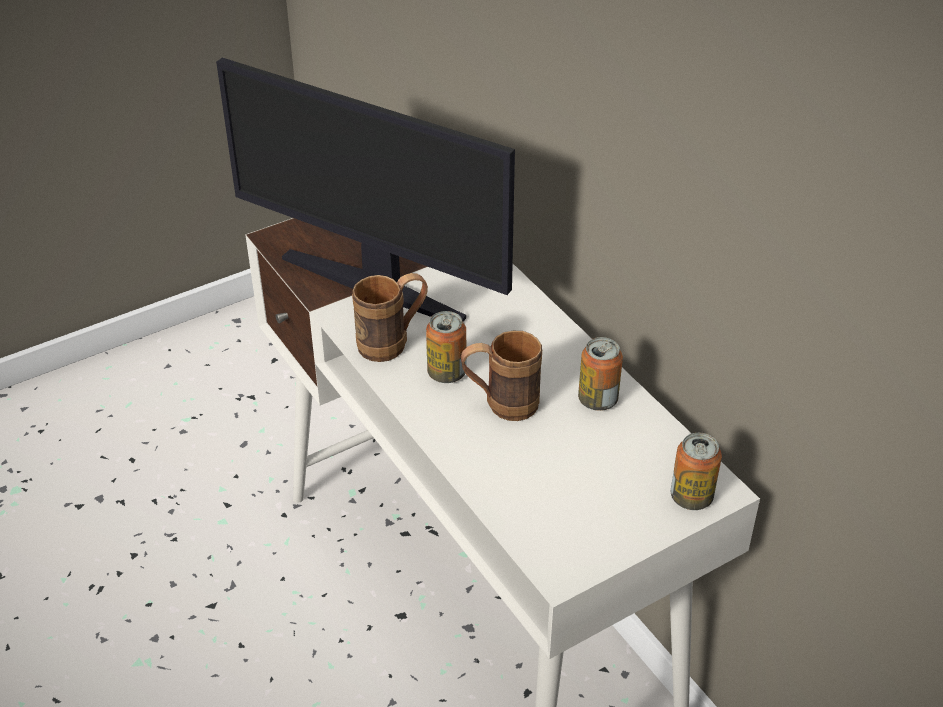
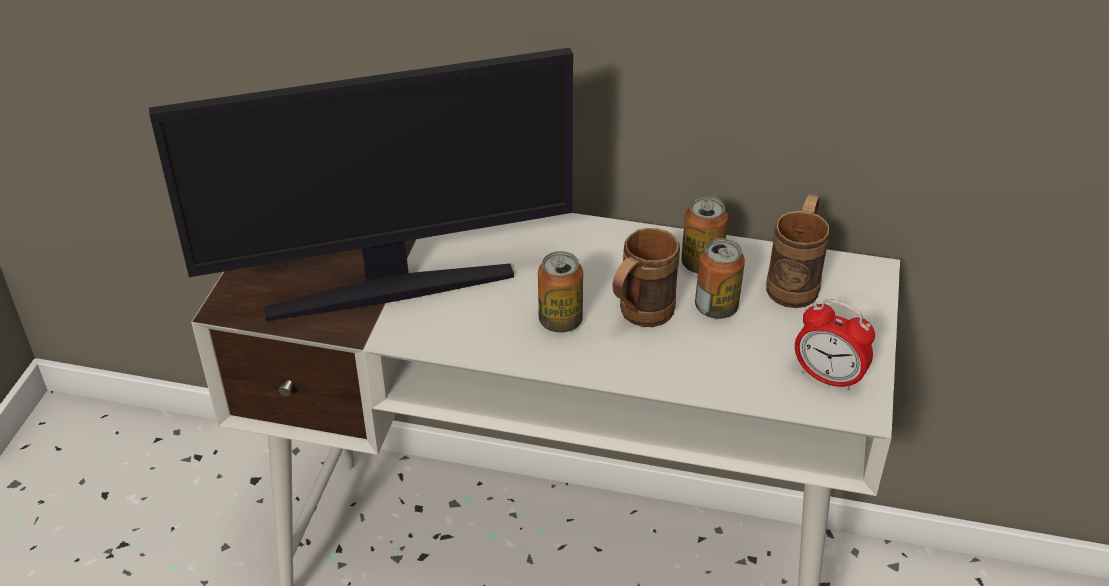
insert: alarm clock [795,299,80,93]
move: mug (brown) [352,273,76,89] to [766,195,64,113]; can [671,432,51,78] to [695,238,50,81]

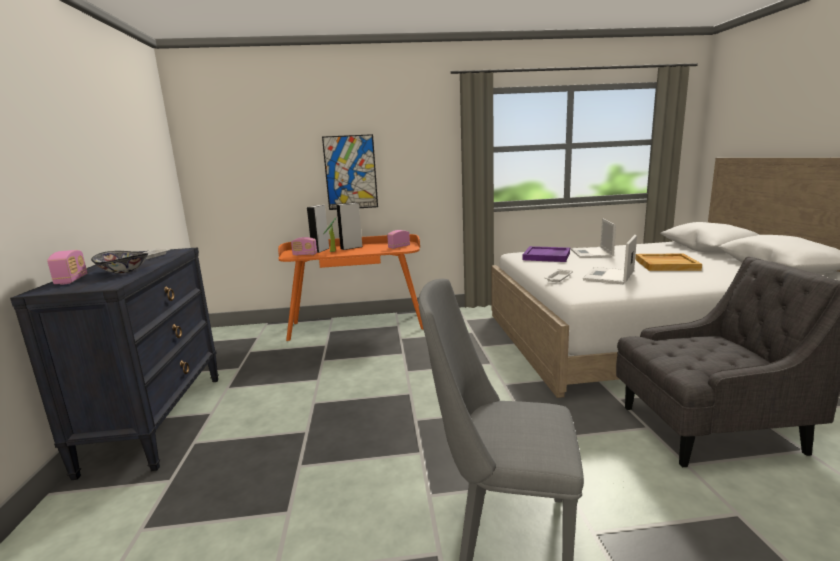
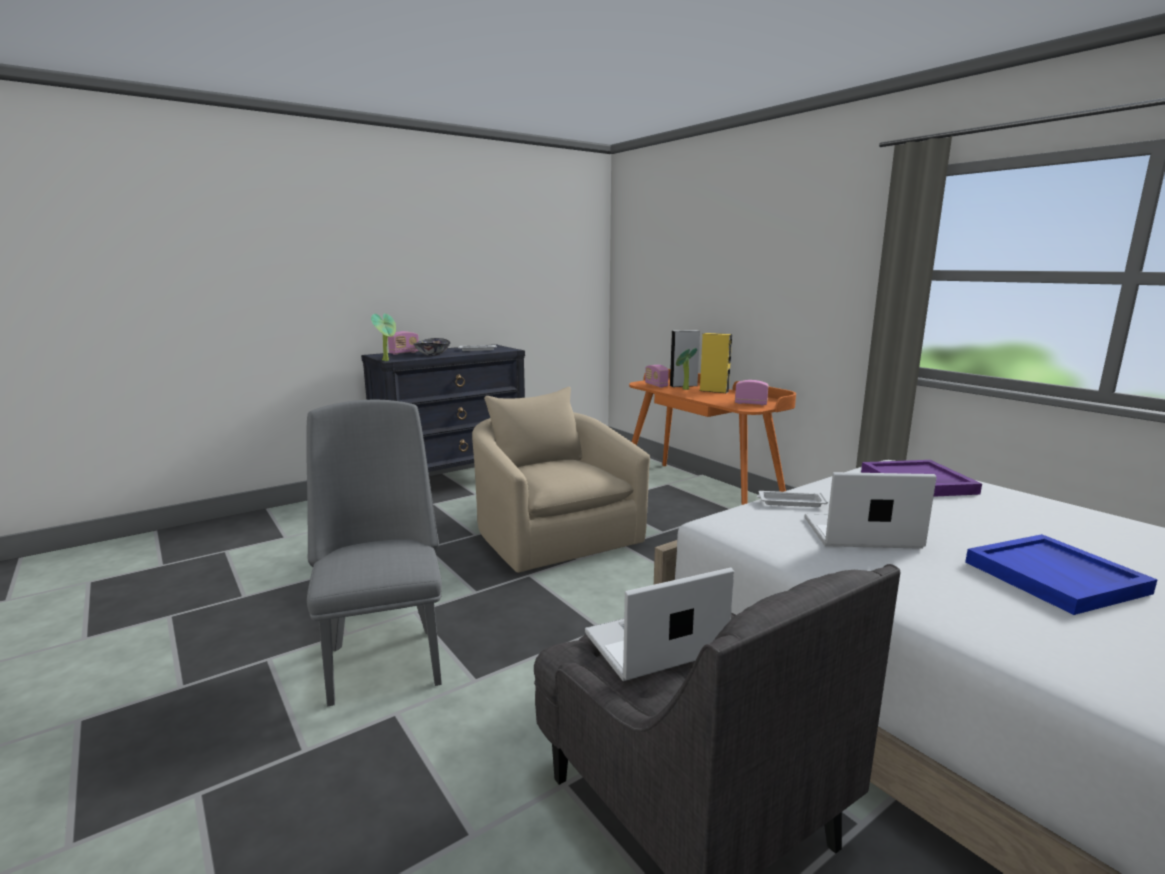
delete: picture [322,134,56,76]
insert: potted plant [371,313,25,48]; armchair (beige) [472,387,178,186]
move: laptop [571,218,45,40] to [585,567,149,114]
recolor: speaker (grey) [336,203,26,47] to speaker (yellow) [700,333,32,60]; tray (beige) [635,253,67,18] to tray (blue) [965,534,193,81]

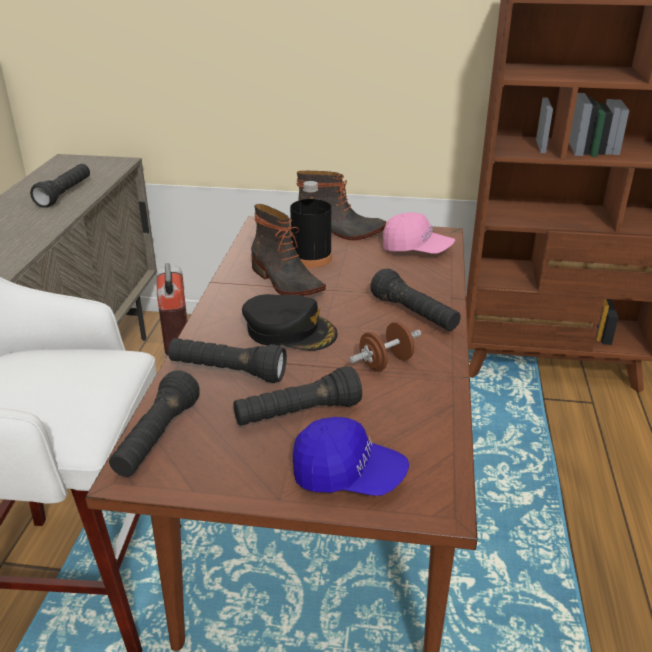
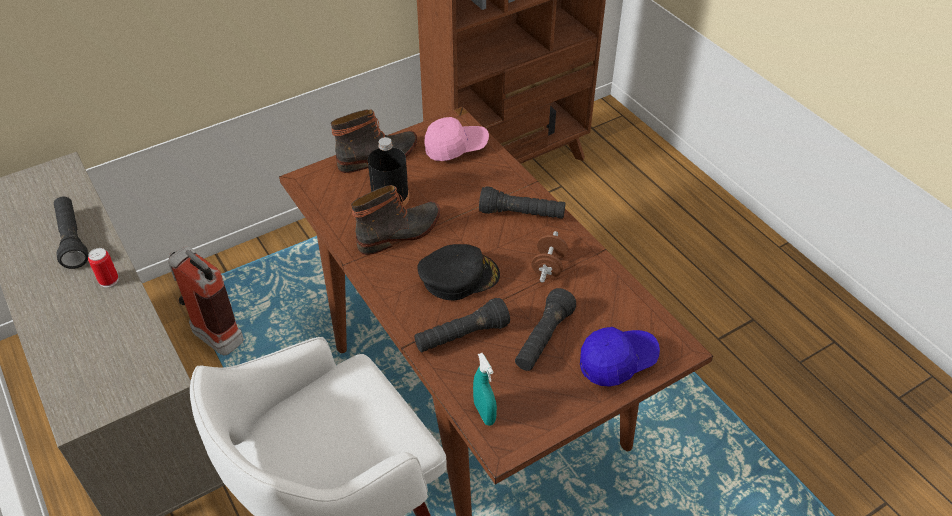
insert: can [88,248,31,40]
replace: flashlight (black) [109,370,91,107] to spray bottle (turquoise) [473,353,24,73]
rotate: boot [251,204,75,92] = [351,185,89,70] 45 degrees counterclockwise

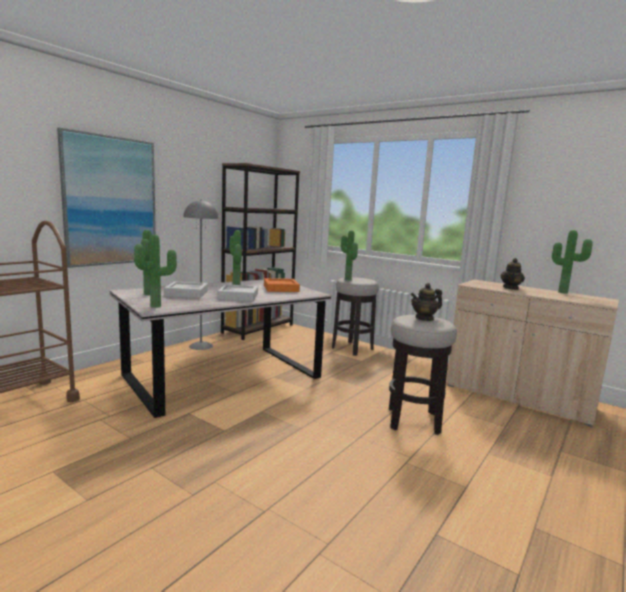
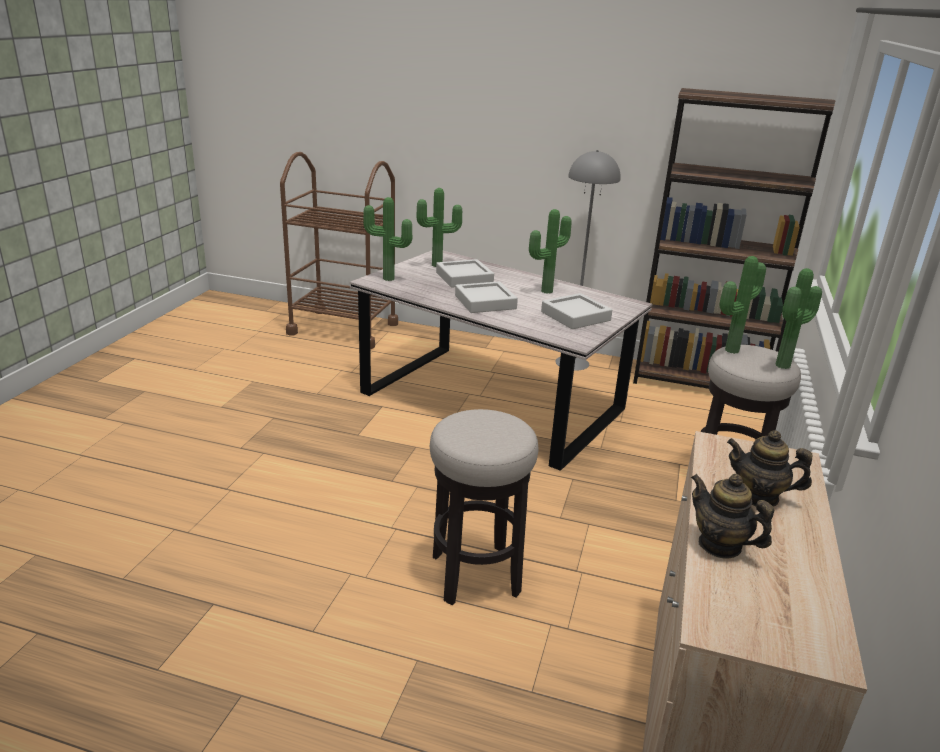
delete: picture [57,127,99,141]
move: potted plant [552,230,41,64] to [775,268,47,101]; teapot [410,283,32,38] to [691,474,83,84]
recolor: tray (orange) [264,278,36,14] to tray (grey) [541,293,71,36]

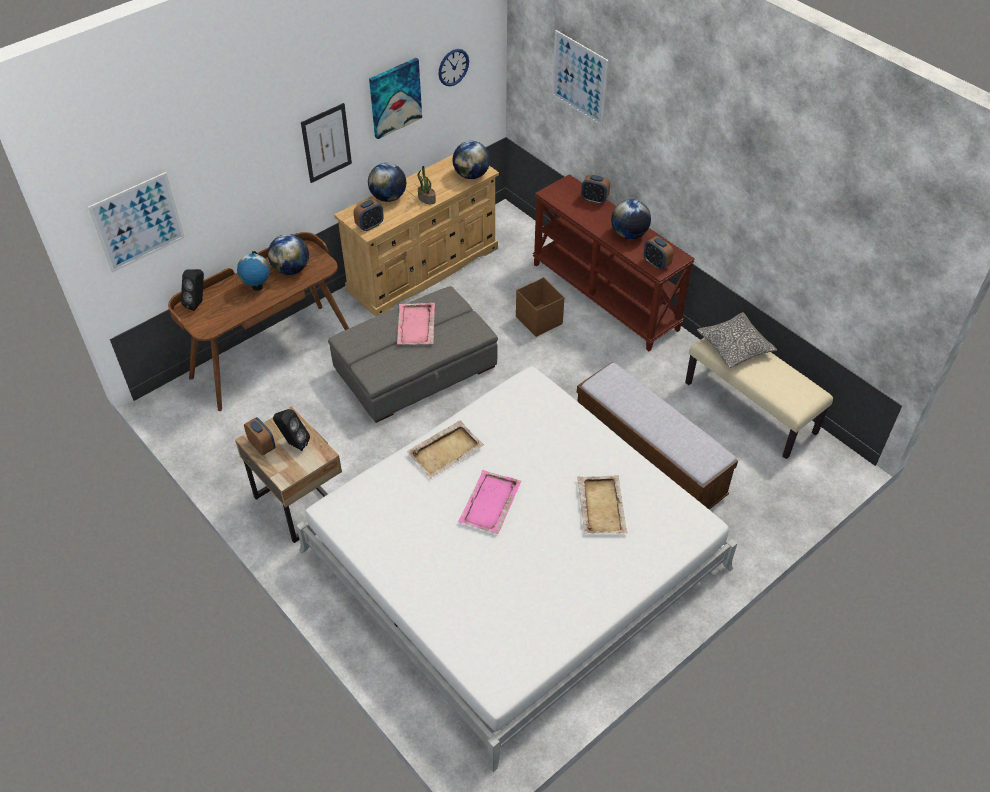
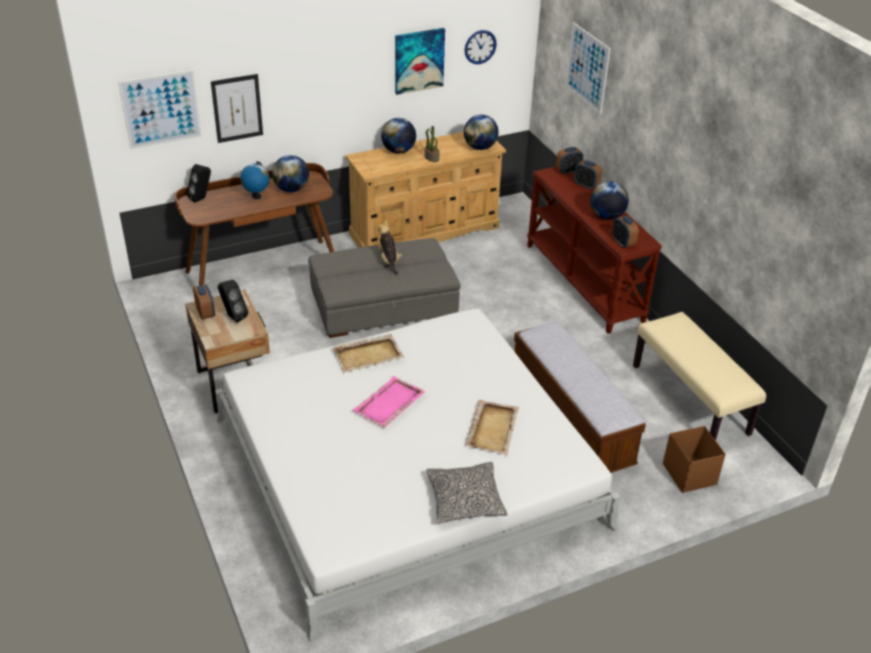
move: picture [301,103,51,80] to [211,74,52,69]; alarm clock [354,199,30,32] to [556,147,28,28]; storage box (brown) [516,277,49,60] to [663,426,63,67]; pillow [697,312,80,56] to [426,462,82,61]
replace: tray (pink) [397,303,38,42] to plush toy [377,220,25,55]

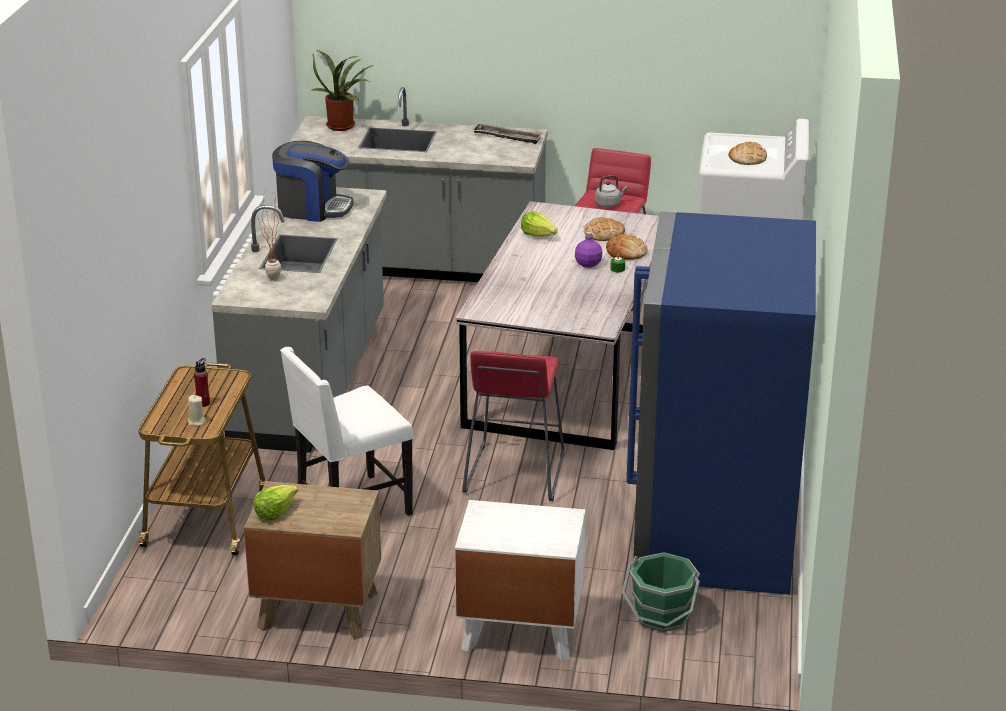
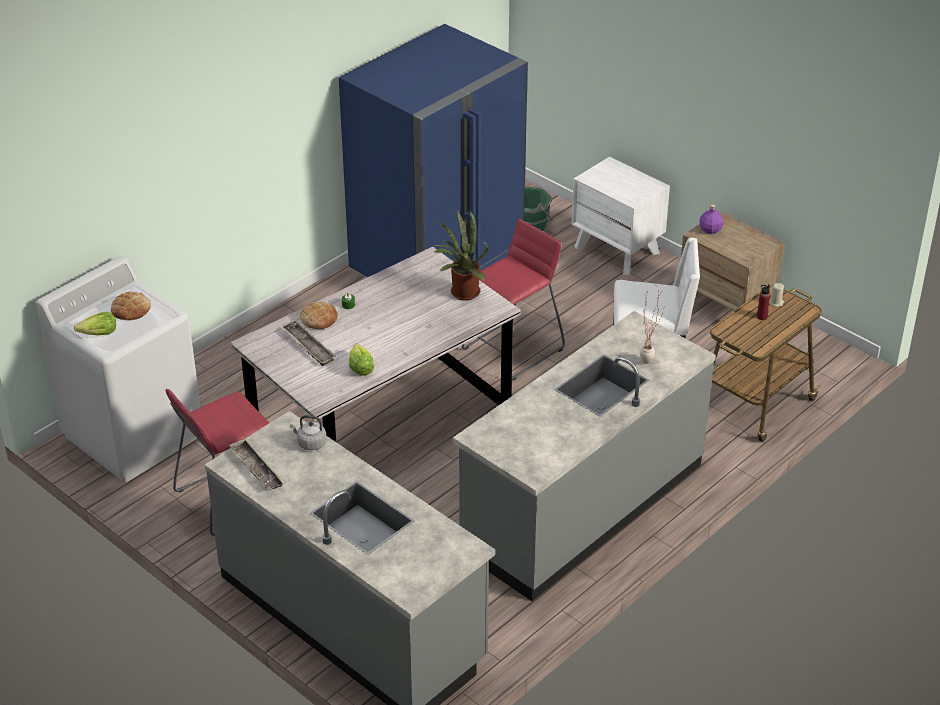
delete: coffee machine [272,141,82,81]
move: potted plant [312,50,62,81] to [433,211,56,90]; kettle (grey) [595,175,33,32] to [290,415,36,35]; bottle (purple) [575,231,27,37] to [699,204,24,30]; lettuce [253,485,45,35] to [74,312,42,23]
replace: bread [584,217,41,24] to tray [281,320,55,46]

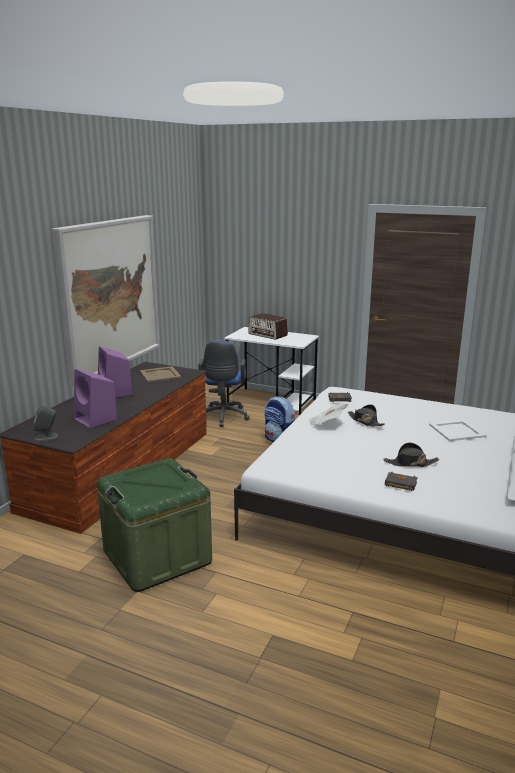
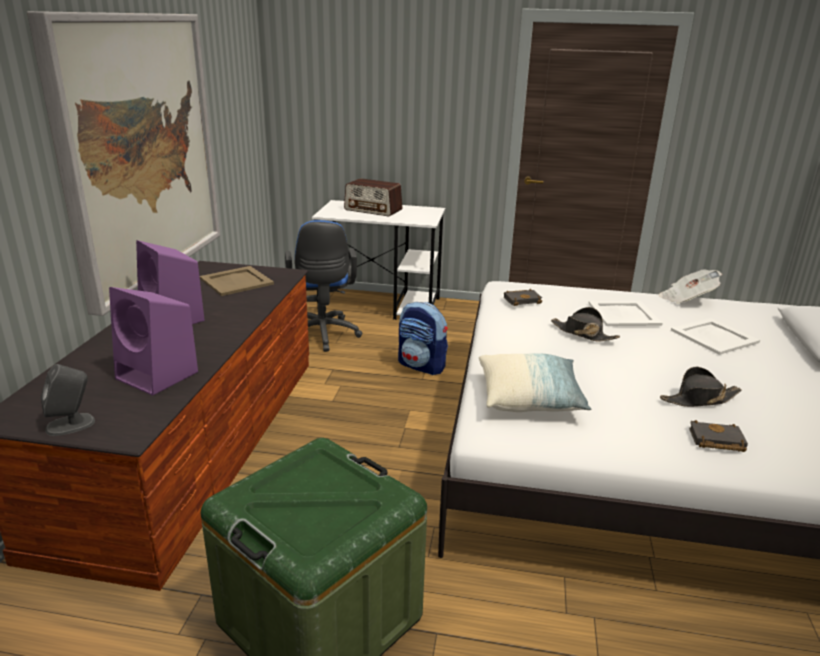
insert: tray (white) [588,301,75,25]; pillow [479,353,112,59]
move: newspaper [309,403,40,23] to [659,269,63,35]

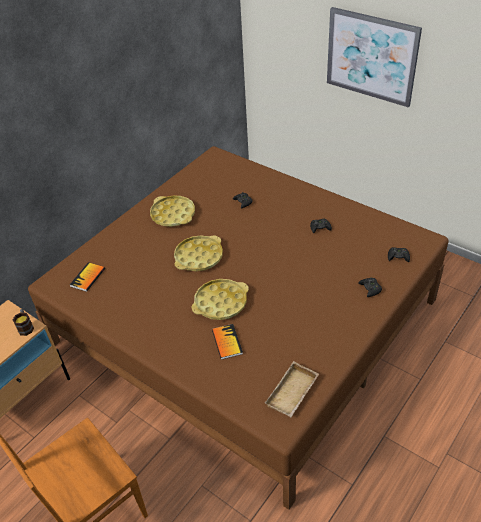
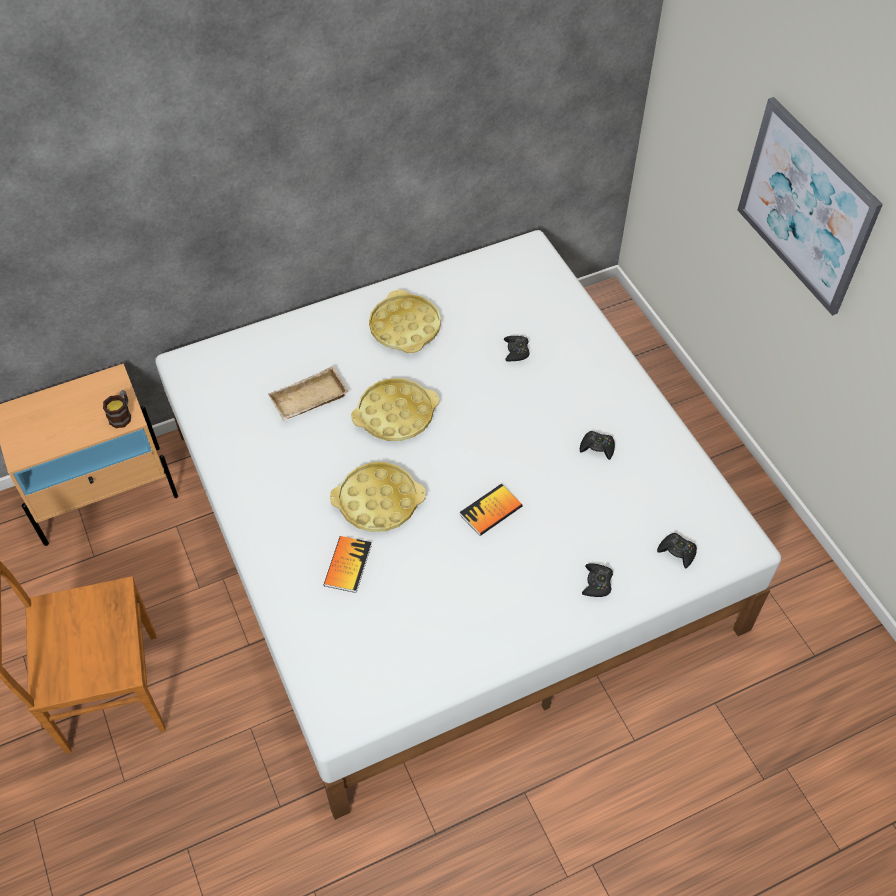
move: book [70,262,35,30] to [460,484,62,52]; tray (beige) [265,361,54,56] to [268,366,81,55]
recolor: bed (brown) [28,146,421,364] to bed (white) [156,230,625,590]

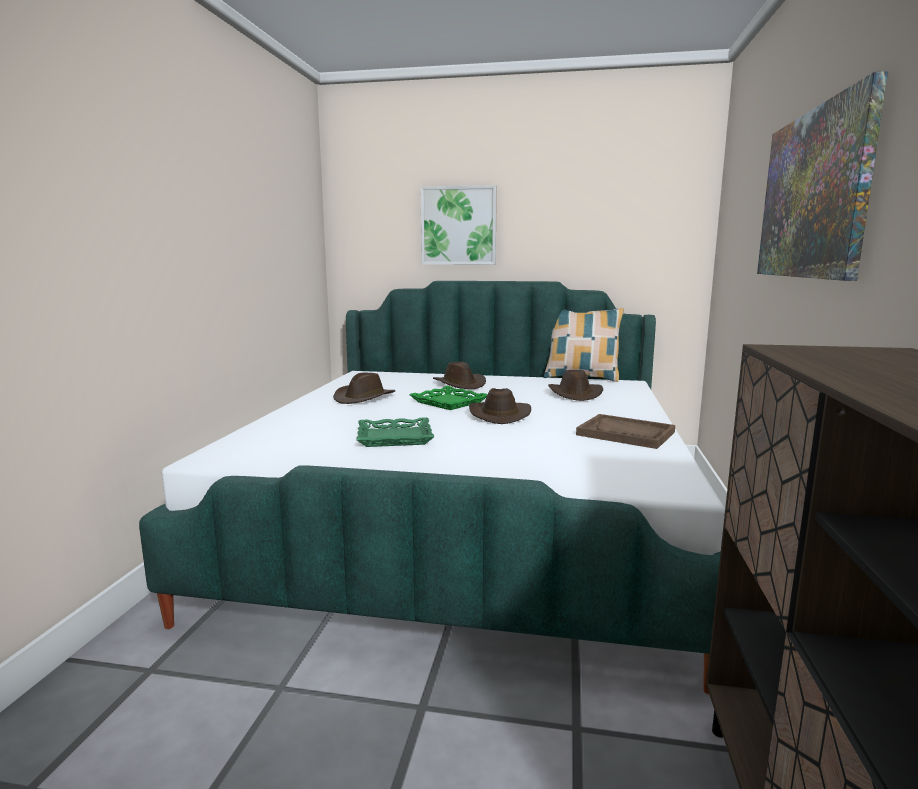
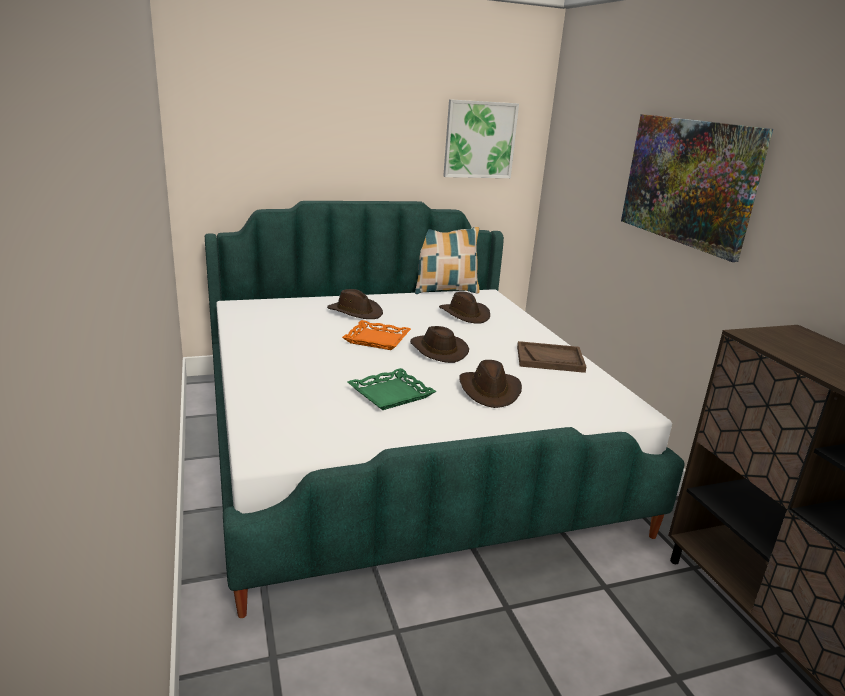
move: picture [420,185,77,80] to [443,99,76,79]; hat (brown) [333,373,62,31] to [460,360,62,48]
recolor: tray (green) [410,386,78,24] to tray (orange) [342,320,69,30]

